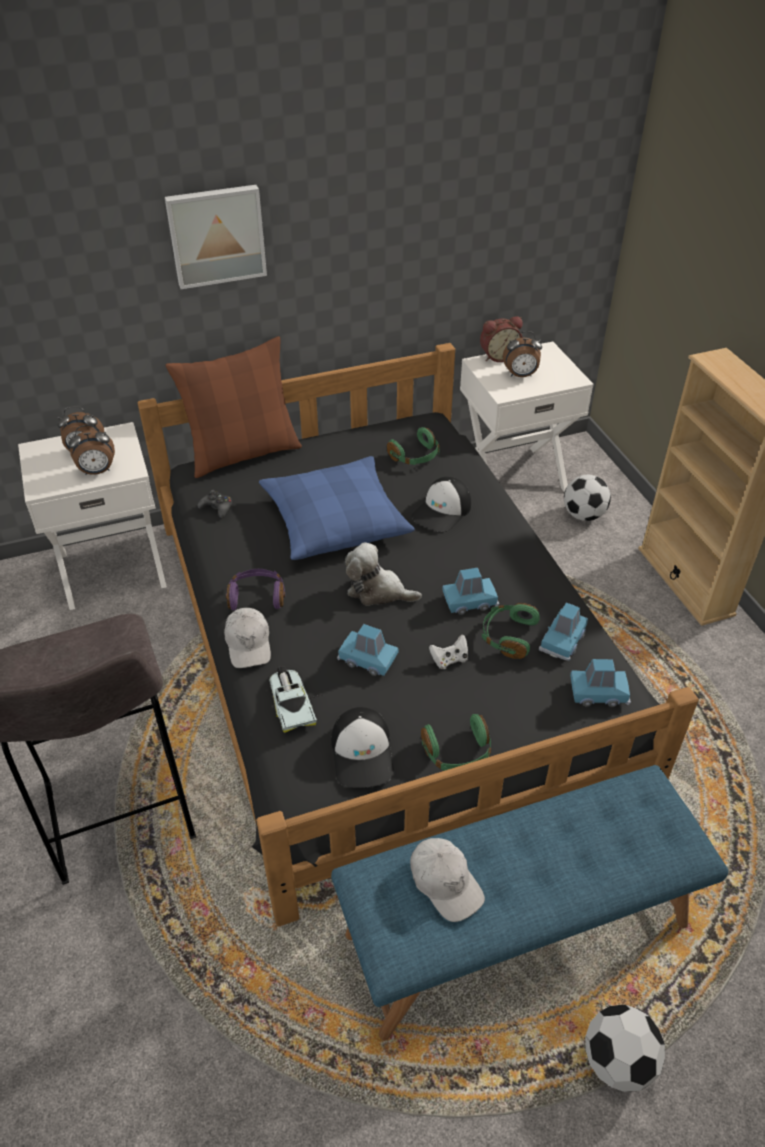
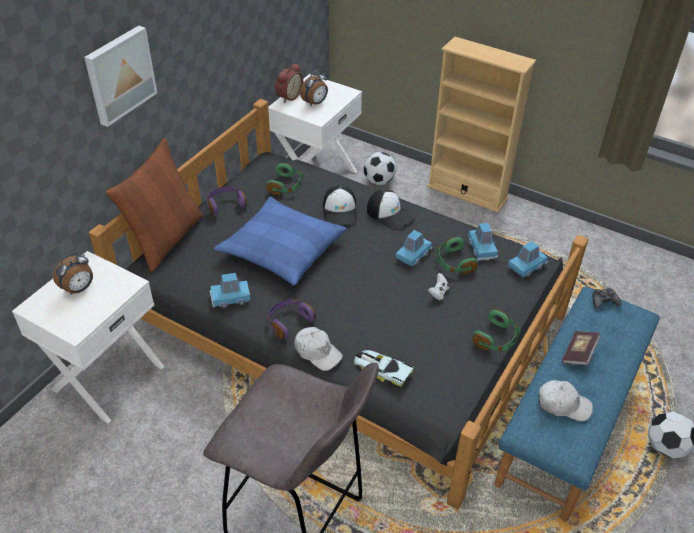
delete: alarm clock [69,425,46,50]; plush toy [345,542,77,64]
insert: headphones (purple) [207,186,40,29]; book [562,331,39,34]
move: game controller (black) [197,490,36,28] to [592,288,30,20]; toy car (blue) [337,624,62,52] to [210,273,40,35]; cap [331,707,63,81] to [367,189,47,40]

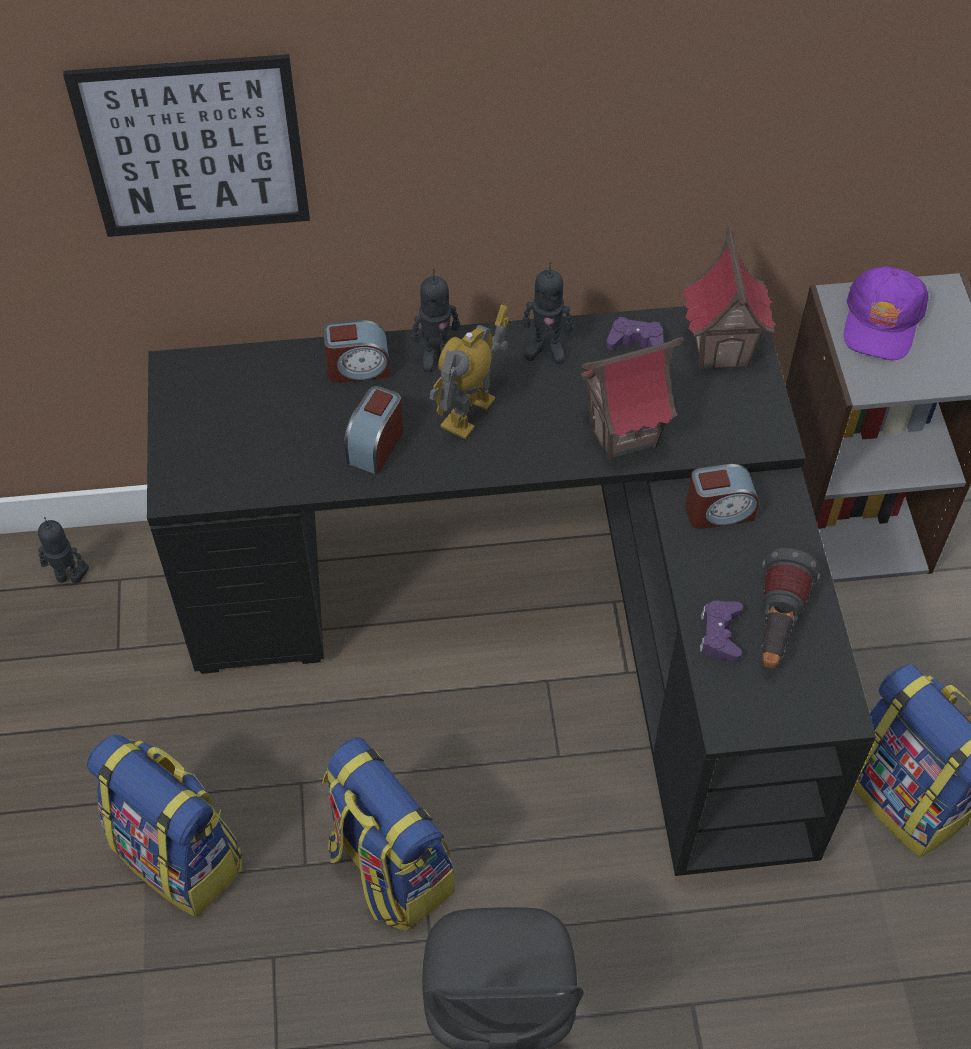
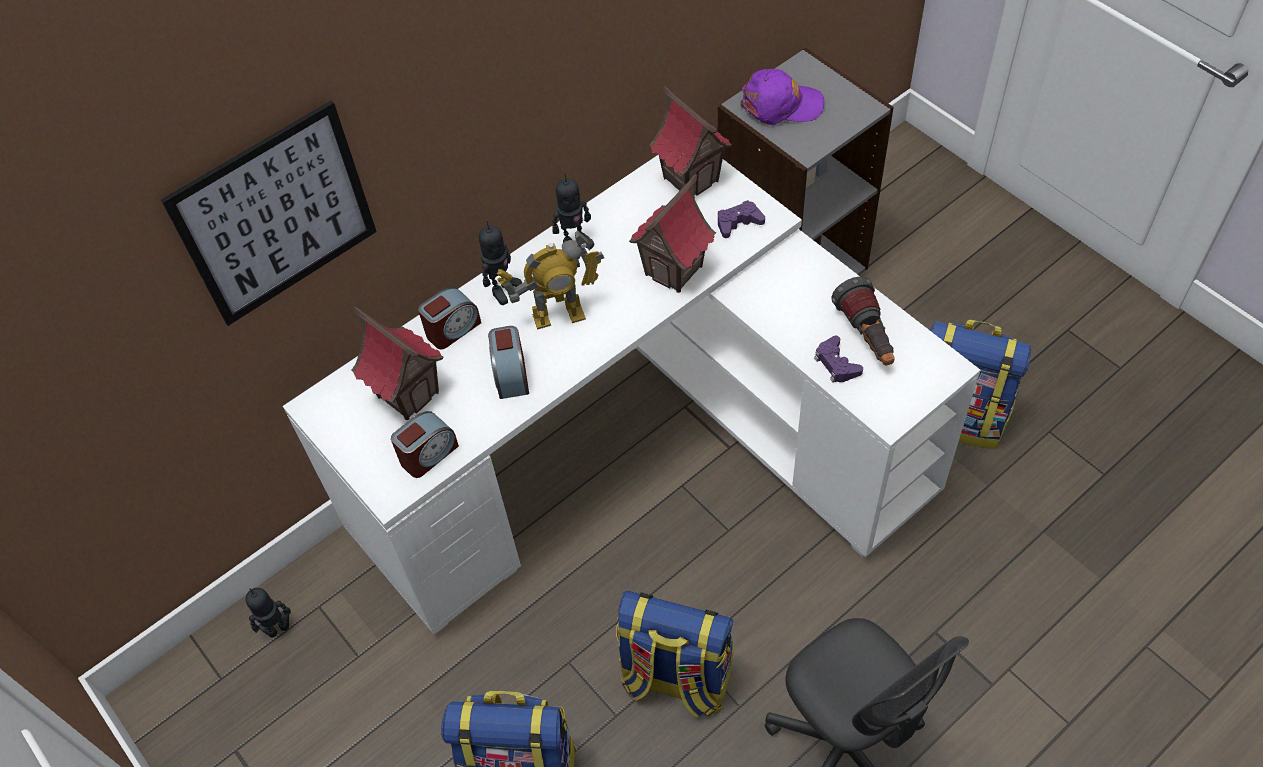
insert: toy house [351,307,92,113]
move: game controller (purple) [606,317,57,33] to [718,200,47,38]; alarm clock [685,464,74,65] to [391,411,68,67]
recolor: desk (black) [147,306,729,570] to desk (white) [283,155,698,479]
rotate: cap (purple) [844,266,84,94] = [741,69,83,56] 75 degrees counterclockwise; toy robot [430,305,80,134] = [497,230,107,100] 105 degrees counterclockwise

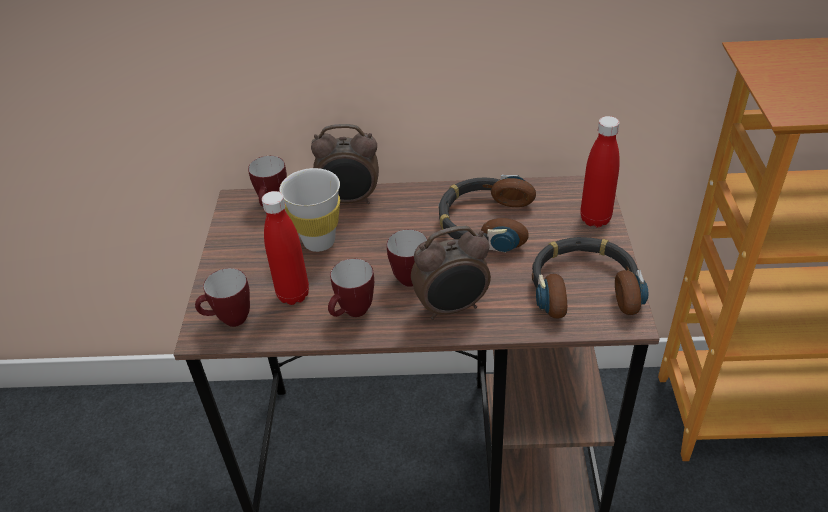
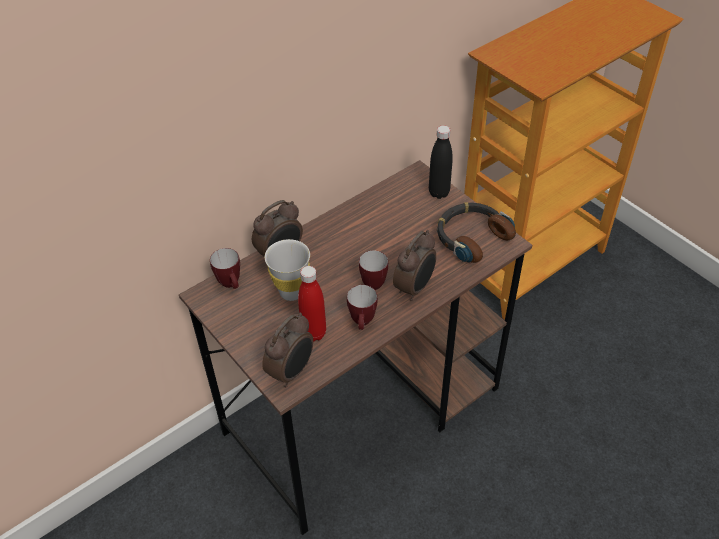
delete: headphones [439,174,97,79]
replace: mug [195,268,55,59] to alarm clock [262,312,51,75]
recolor: bottle (red) [580,116,40,111] to bottle (black) [429,125,24,74]

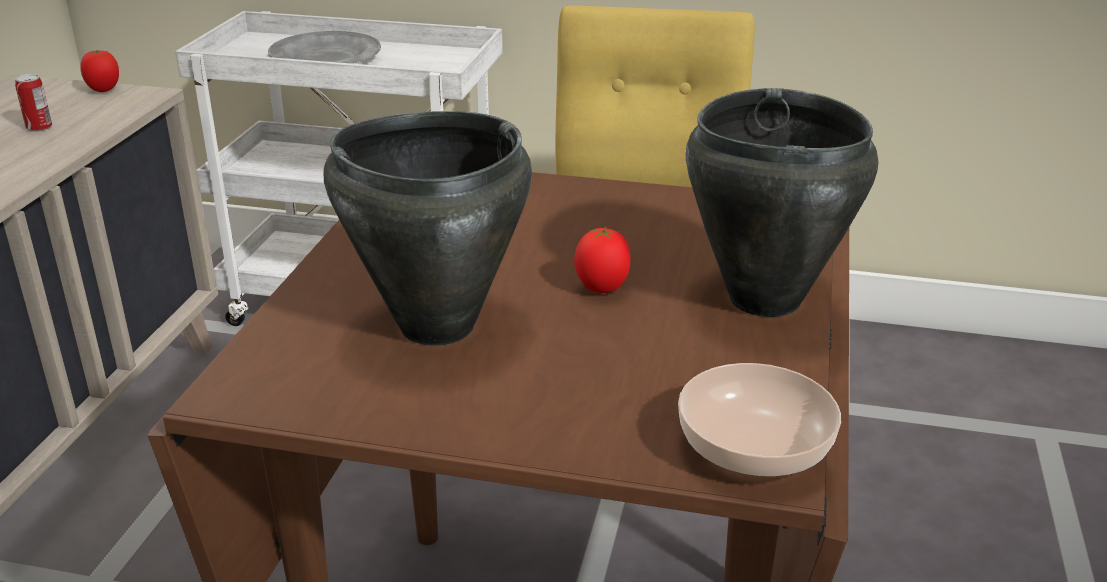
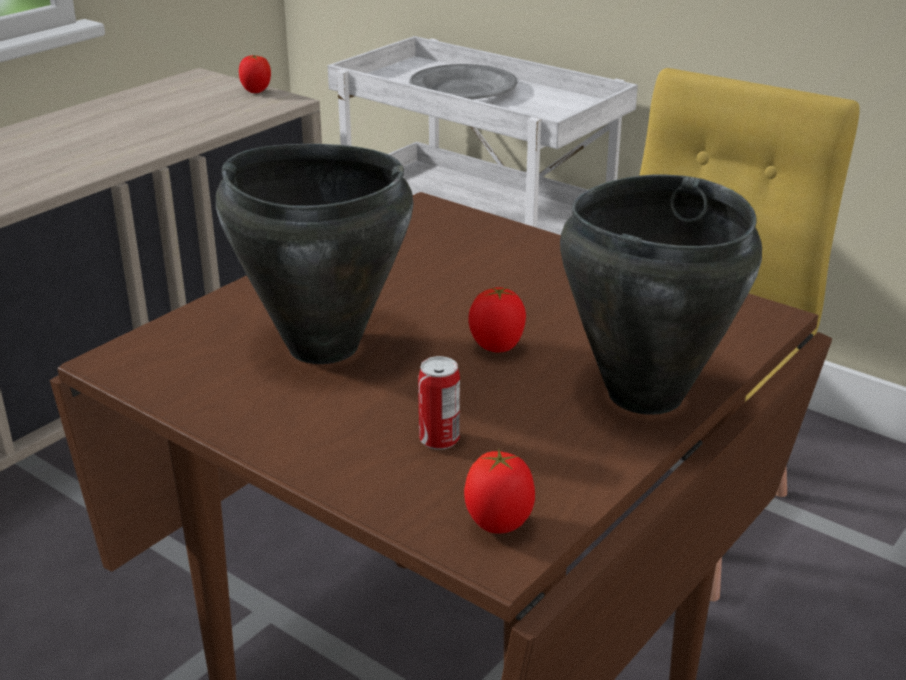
move: can [15,74,37,58] to [418,356,42,94]
replace: bowl [678,363,163,115] to tomato [464,449,71,85]

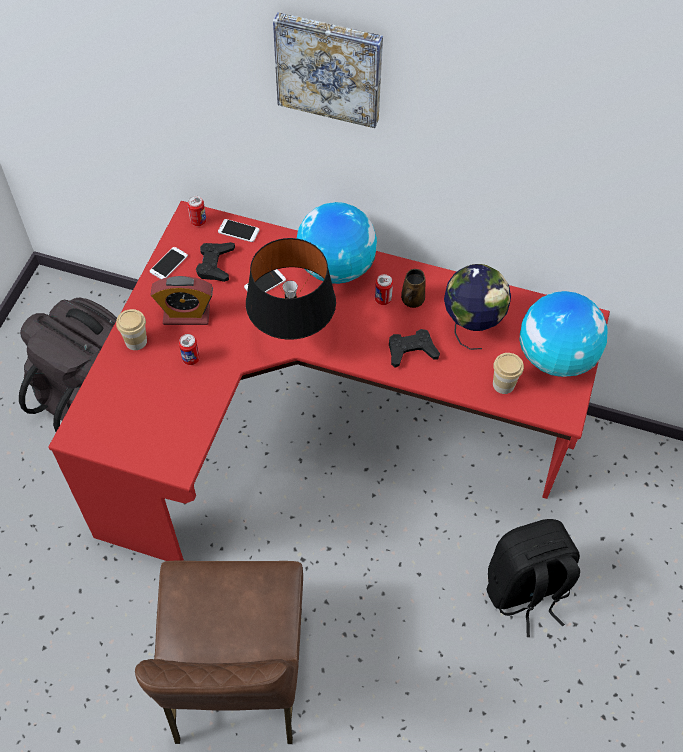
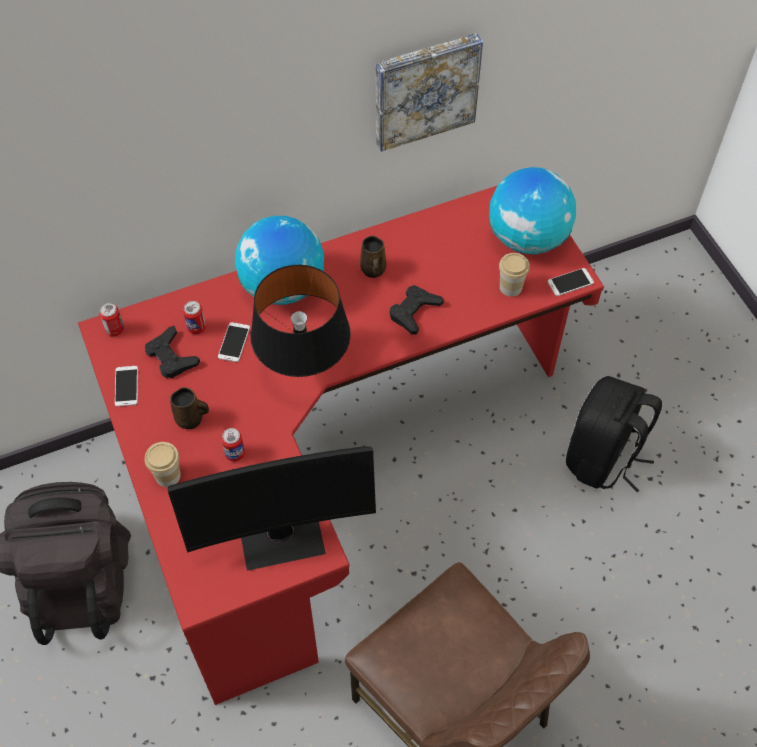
delete: globe [444,264,67,86]
insert: monitor [168,446,208,125]
move: picture [273,12,110,116] to [376,33,107,119]; phone [218,219,41,23] to [548,268,46,28]; can [375,274,18,31] to [183,301,23,33]
replace: alarm clock [151,276,62,49] to mug (brown) [170,387,39,42]

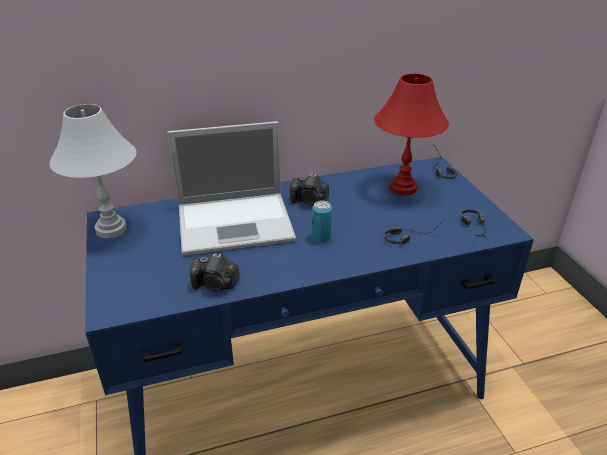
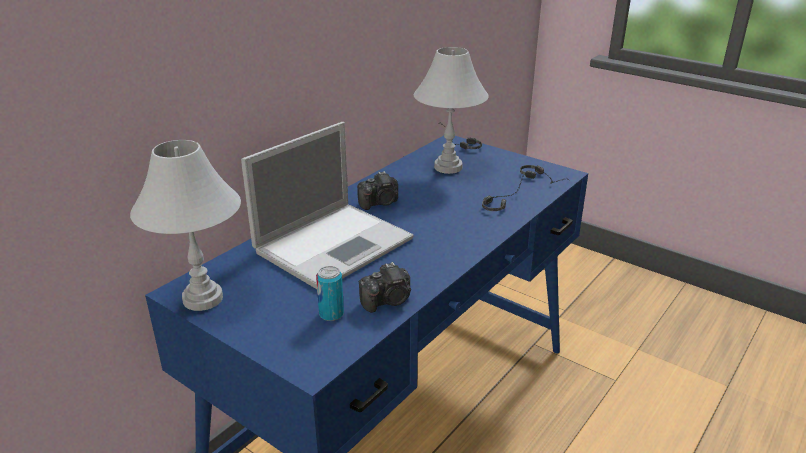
move: can [312,200,20,43] to [316,266,28,55]
recolor: table lamp (red) [374,74,75,122] to table lamp (white) [414,47,75,127]

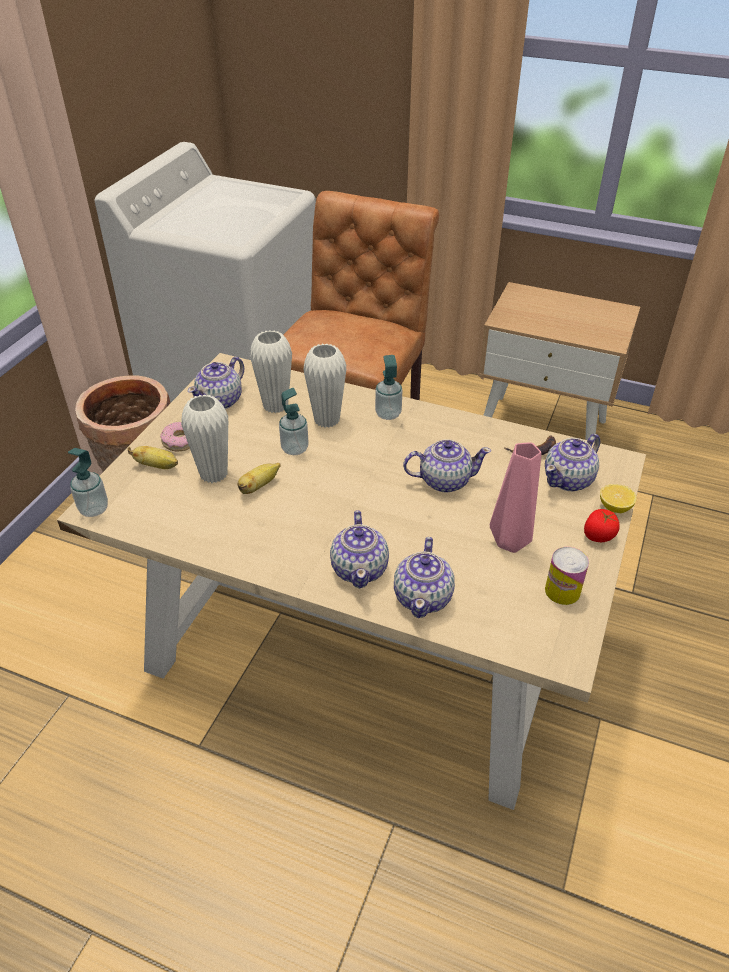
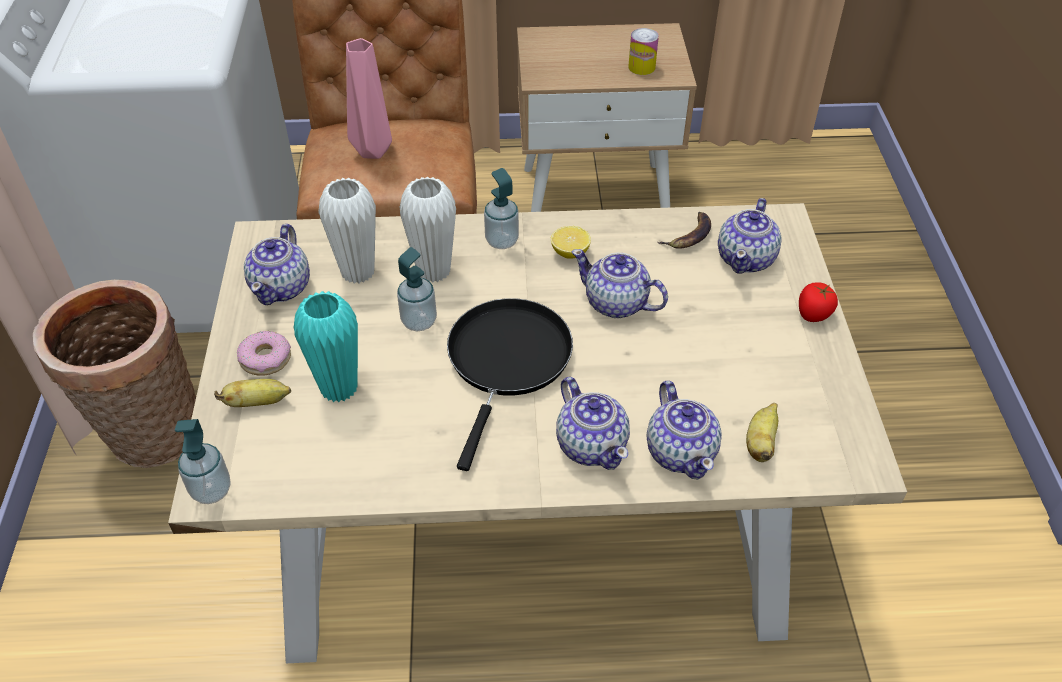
insert: frying pan (black) [447,298,126,173]
move: vase (pink) [490,442,52,111] to [346,38,46,121]; banana [238,463,43,31] to [746,403,32,59]; lemon [600,484,37,29] to [551,226,40,33]; can [545,547,44,58] to [628,28,31,47]
recolor: vase (white) [181,394,47,89] to vase (turquoise) [294,291,64,111]
rotate: teapot [403,439,88,54] = [572,249,96,69] 120 degrees counterclockwise

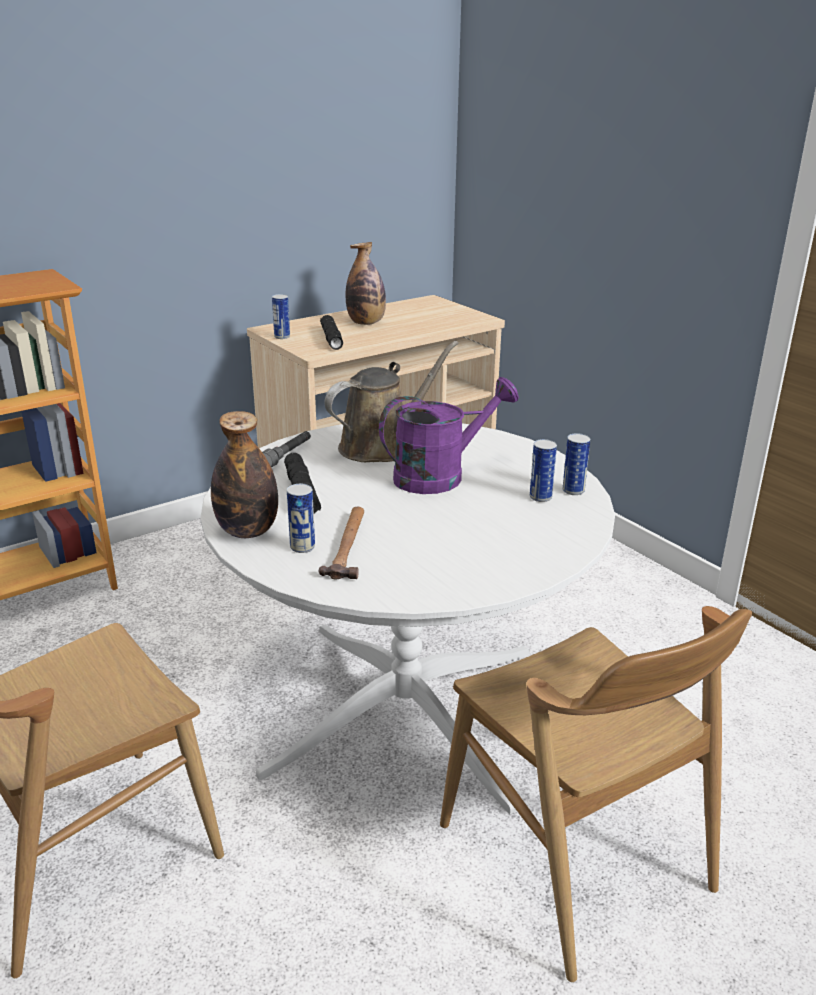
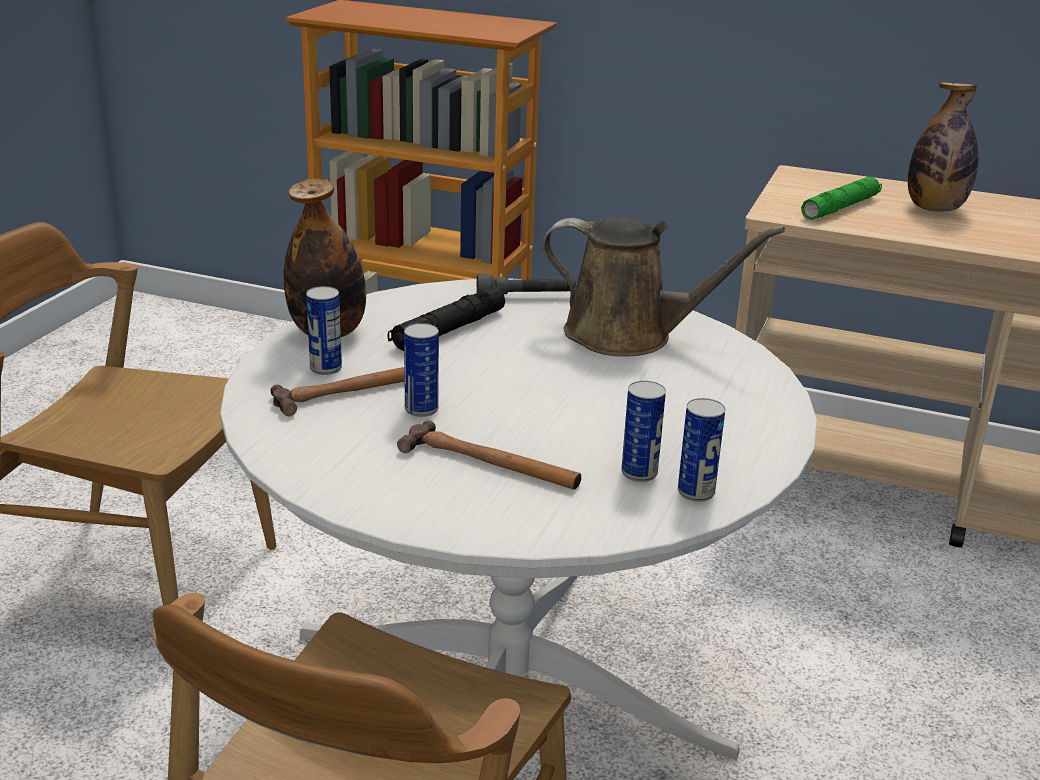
delete: watering can (purple) [379,377,140,117]
insert: hammer [397,421,184,69]
move: can [272,294,18,45] to [404,323,35,94]
recolor: flashlight (black) [320,315,23,35] to flashlight (green) [801,177,81,43]

